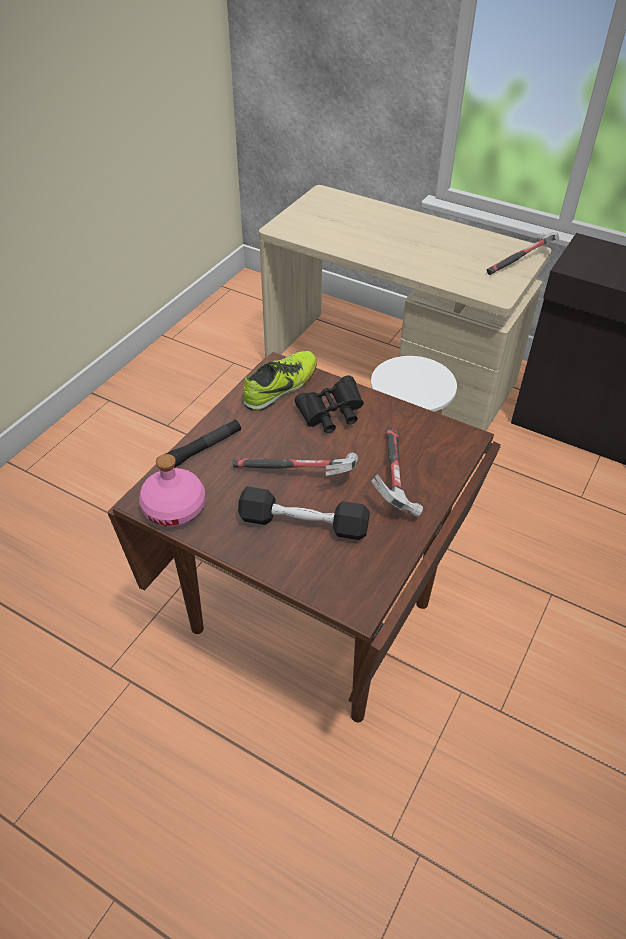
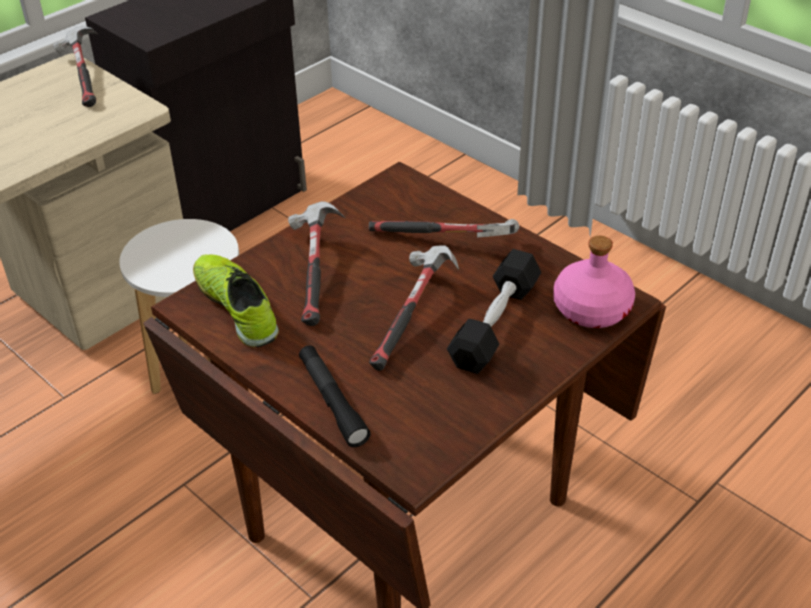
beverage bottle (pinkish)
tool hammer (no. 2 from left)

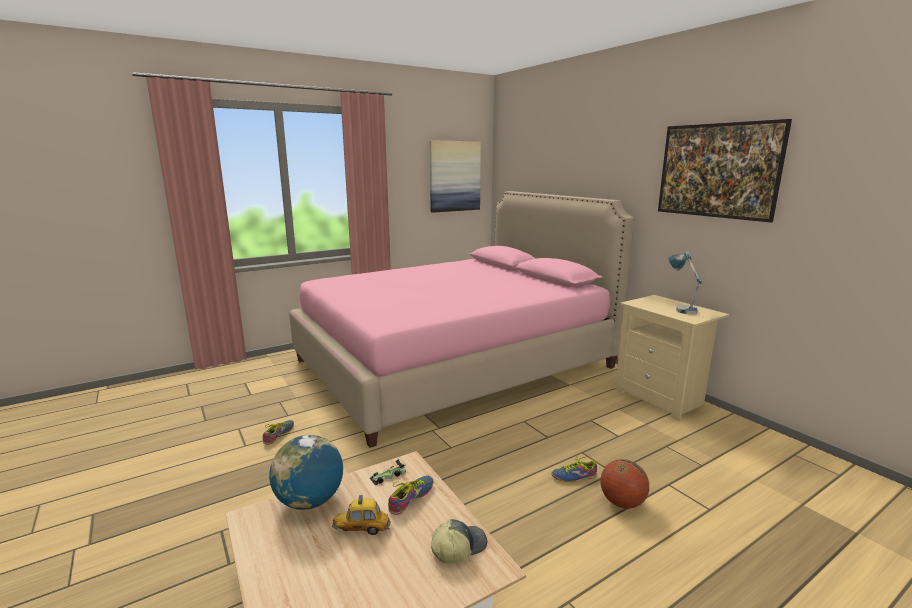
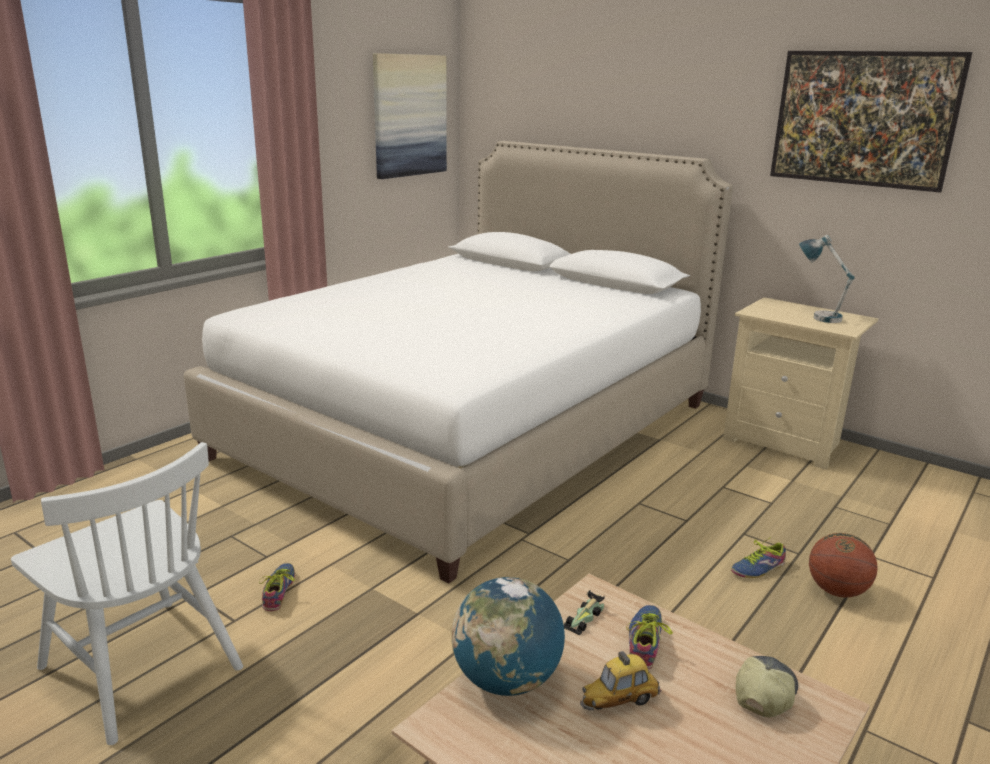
bed (white-coloured)
upright chair (white-coloured)

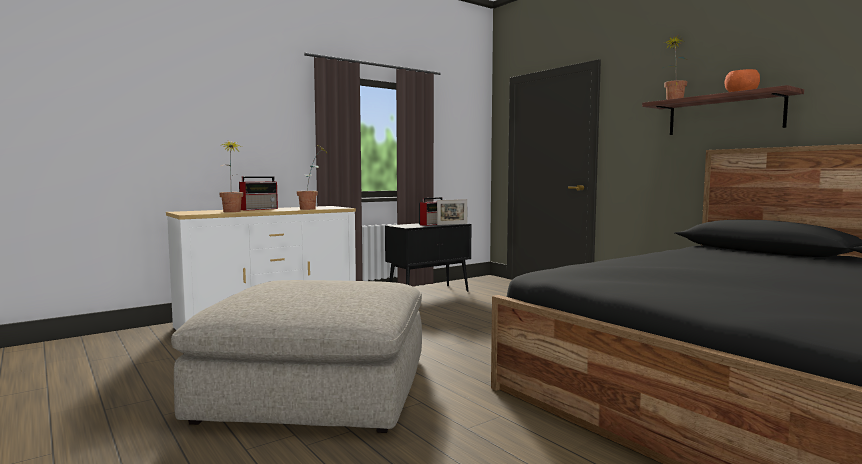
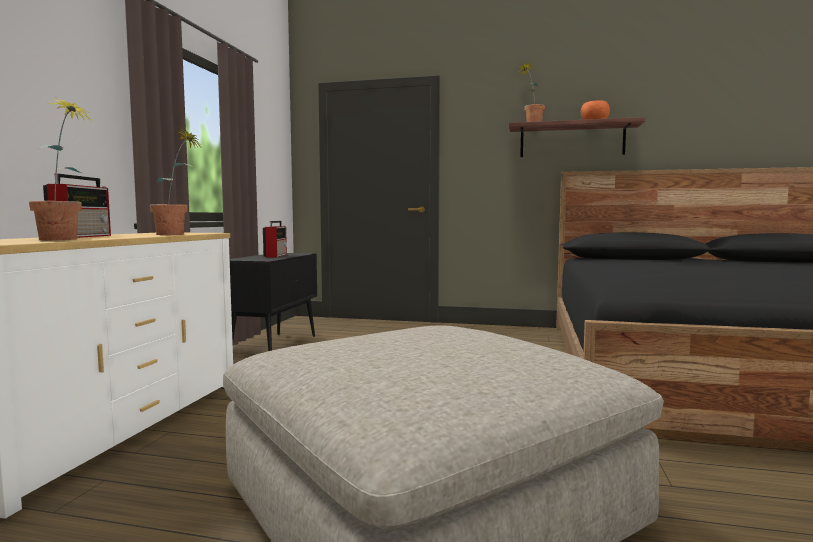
photo frame

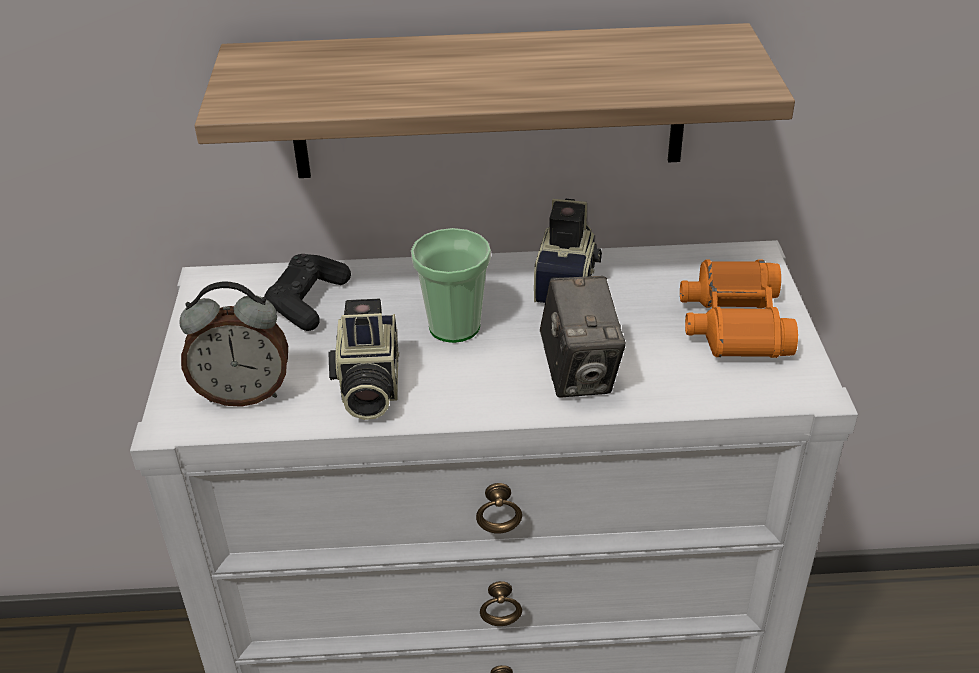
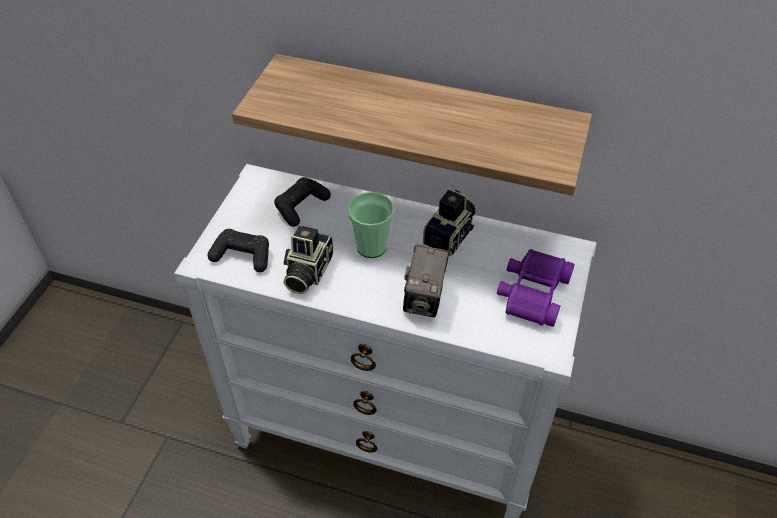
game controller (blackish) (no. 1 from left)
pair of binoculars (purple-coloured)

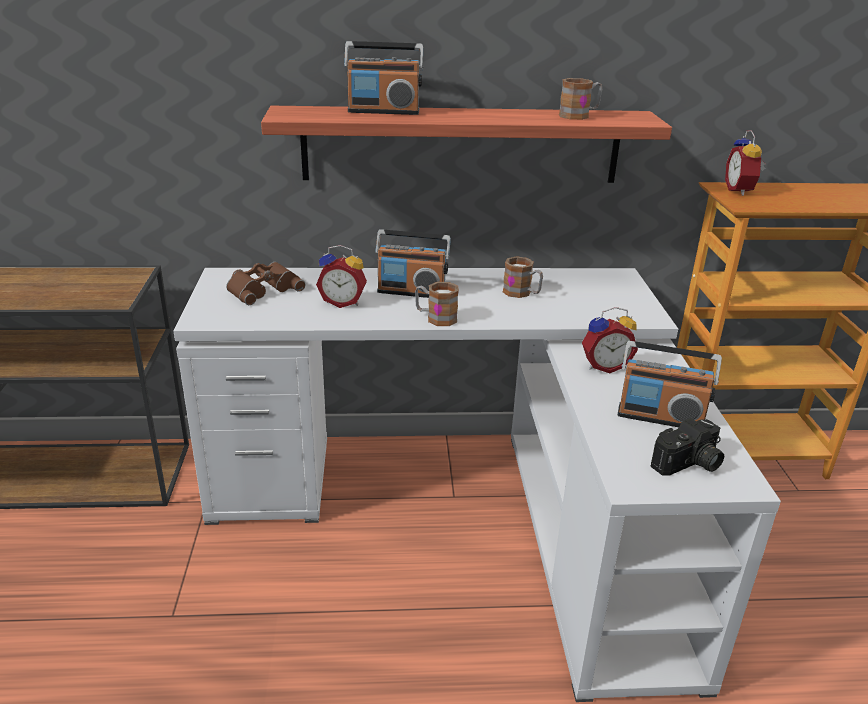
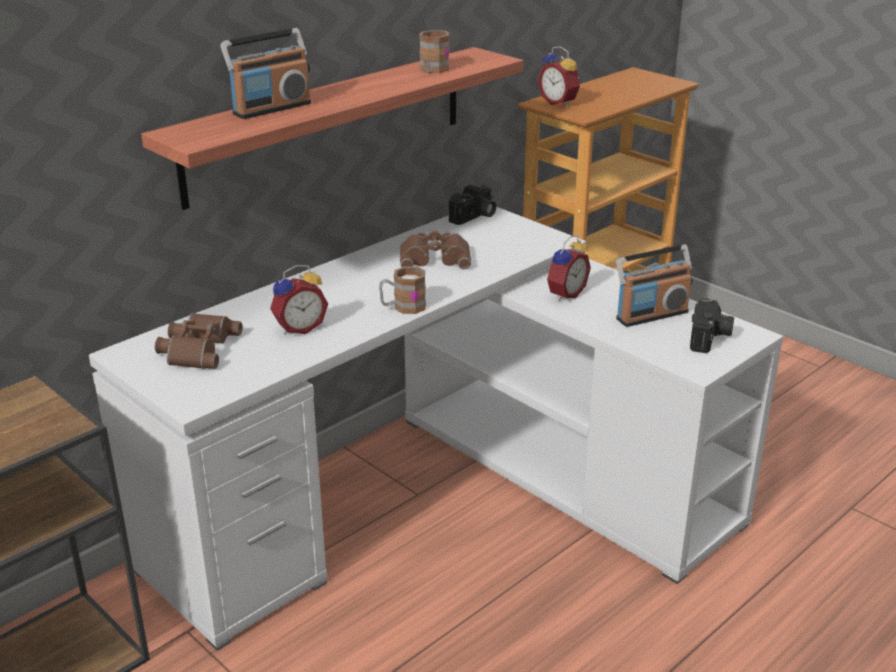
radio set (no. 2 from left in the first image)
pair of binoculars (brownish) (no. 2 from left)
photo camera (no. 1 from left)

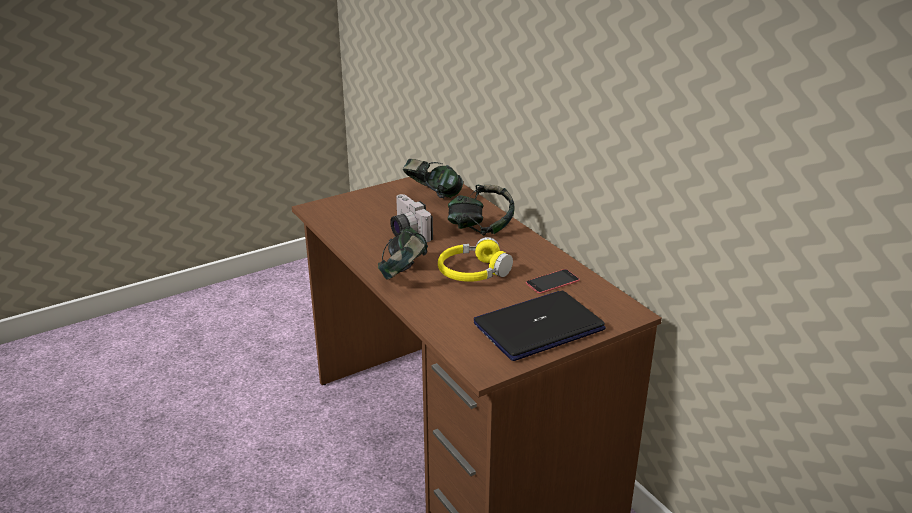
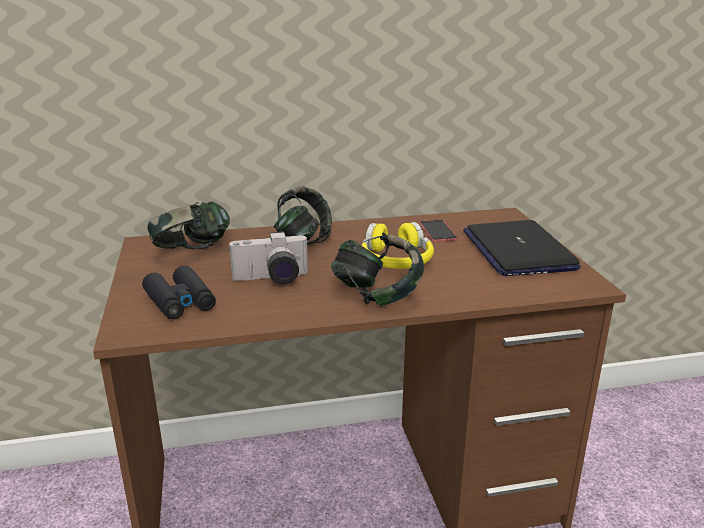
pair of binoculars (blackish)

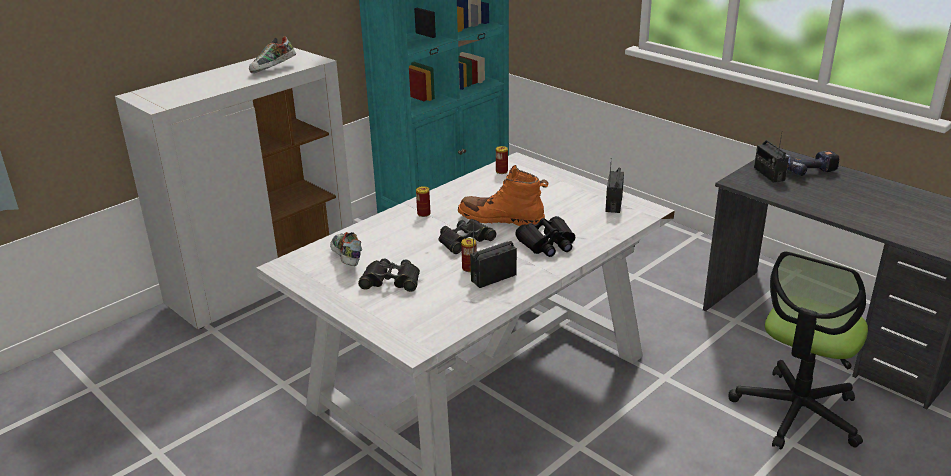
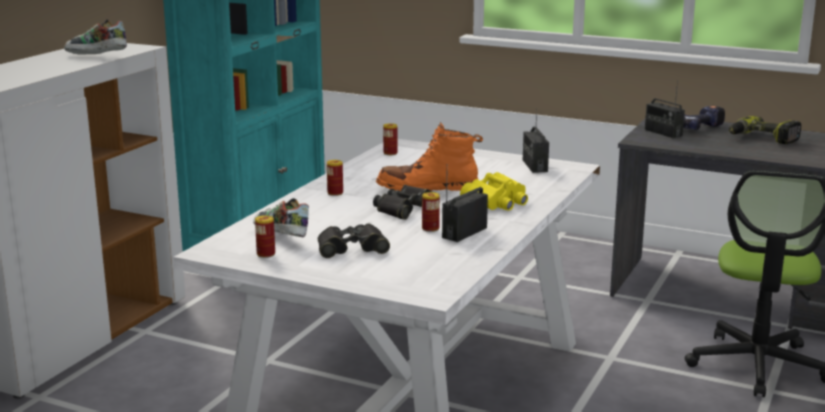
item of footwear (no. 1 from left)
pair of binoculars (yellowish)
can (no. 1 from left)
drill (no. 2 from left)

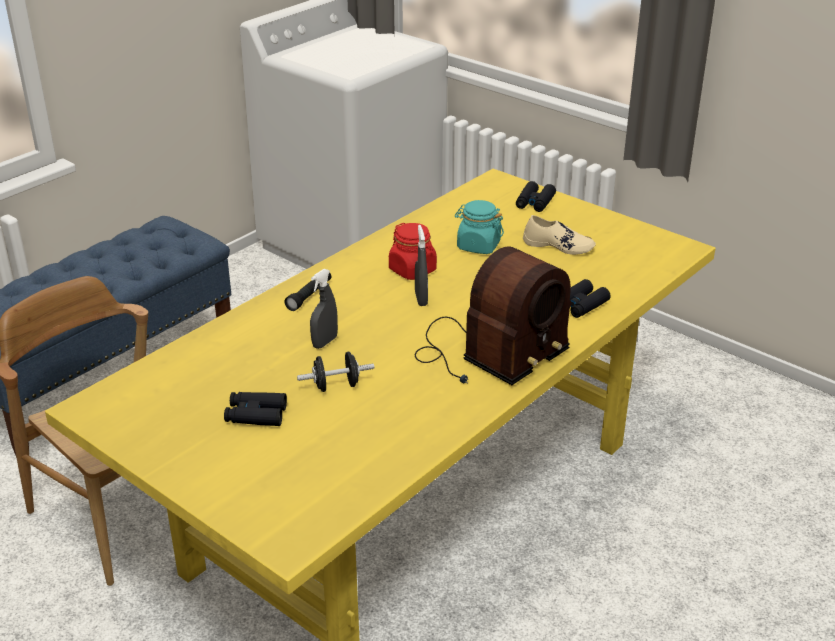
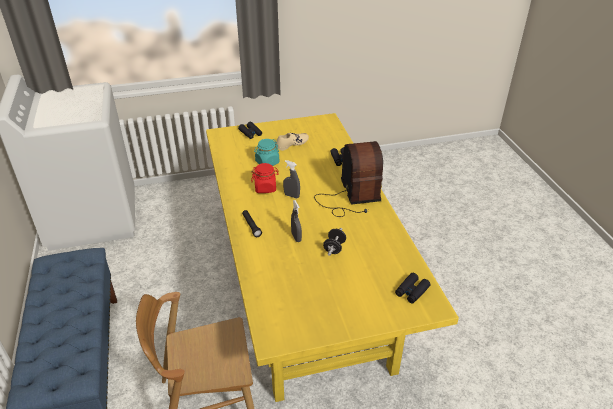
pair of binoculars (blackish) (no. 3 from left)

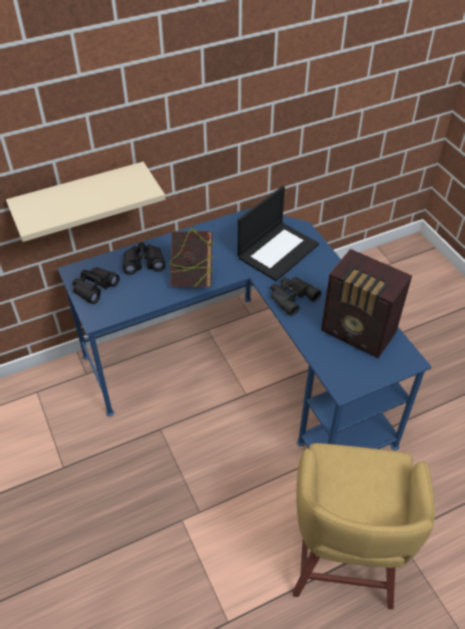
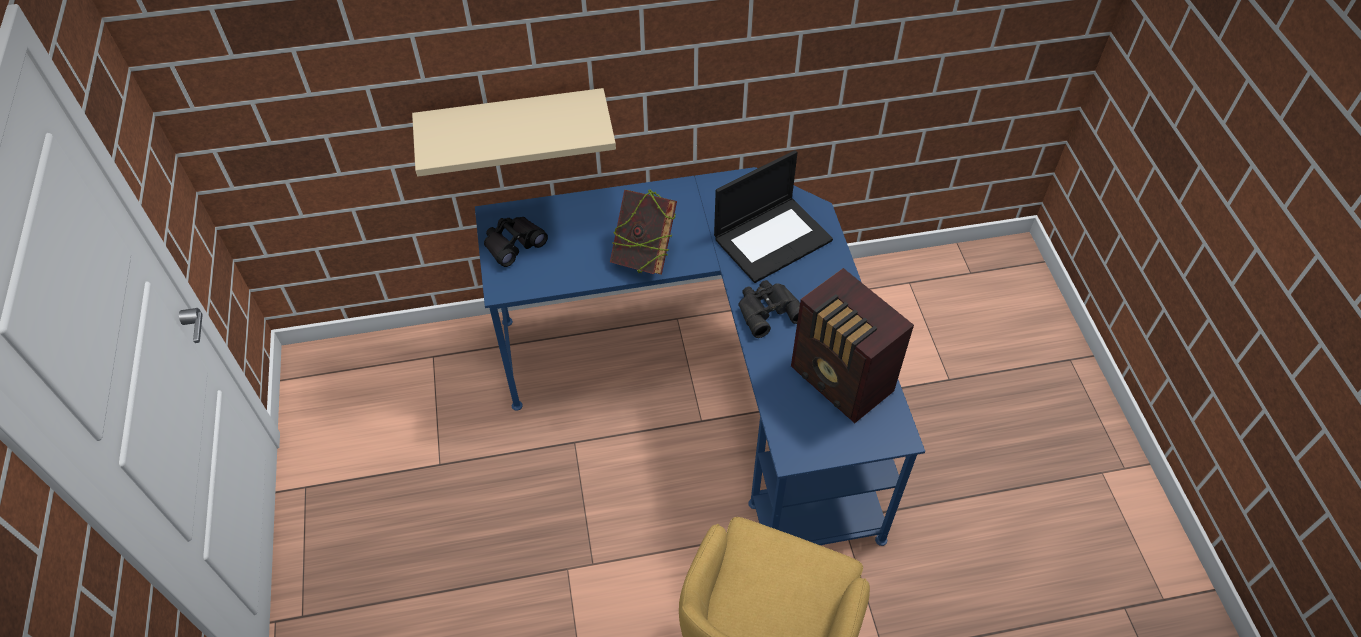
pair of binoculars (blackish) (no. 2 from left in the first image)

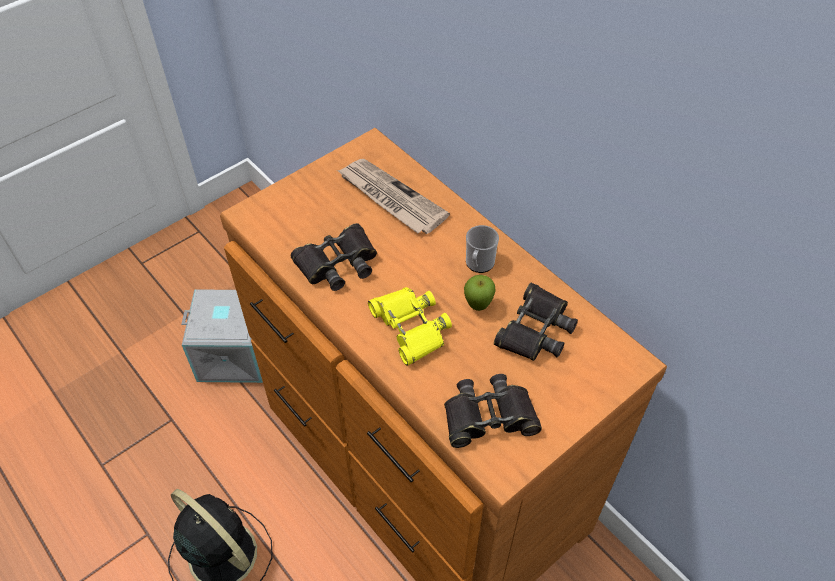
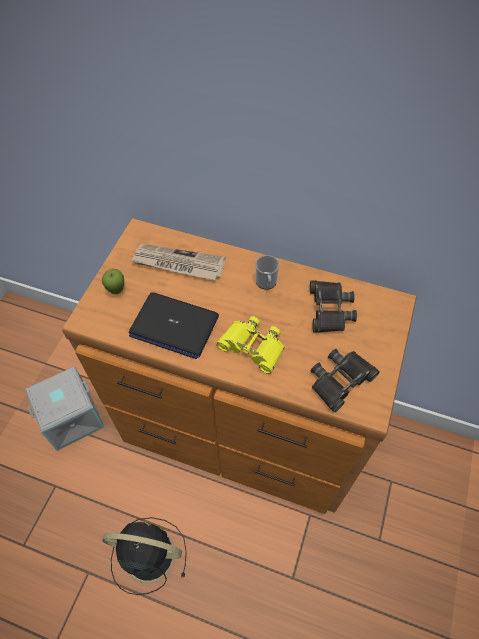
portable computer
apple fruit

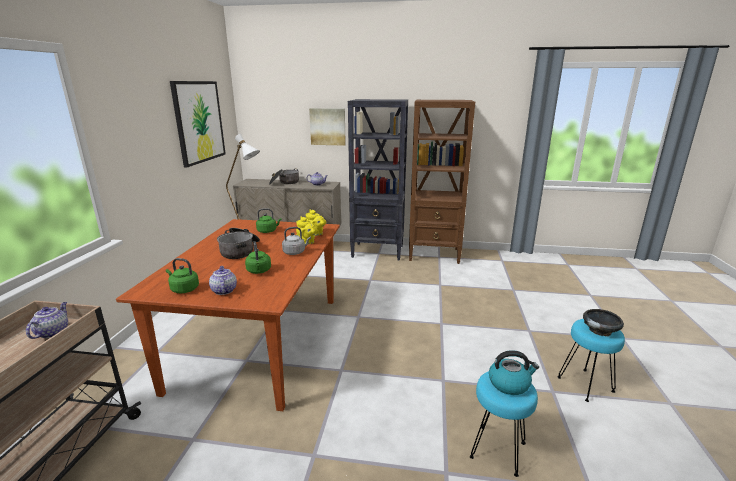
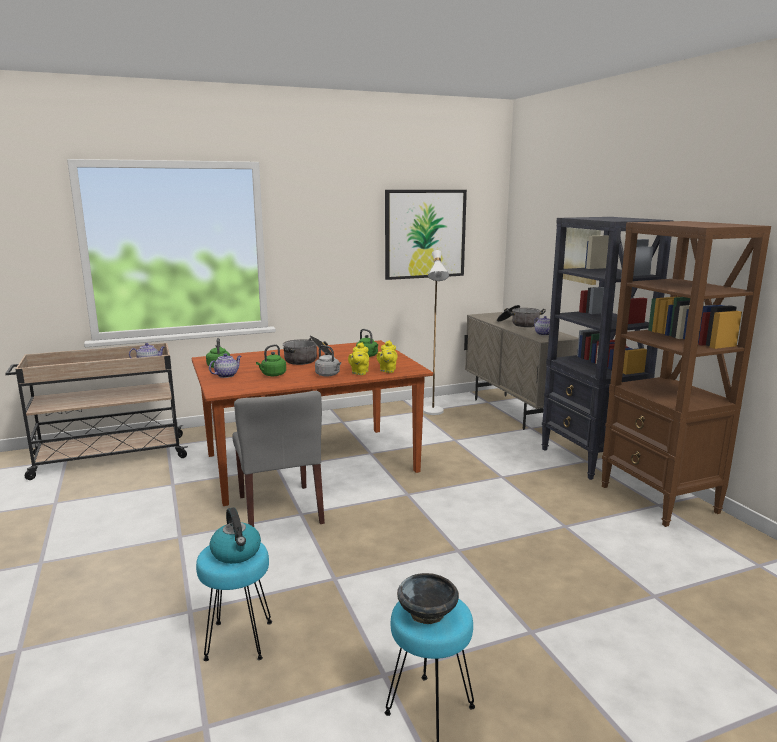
upright chair (greyish)

